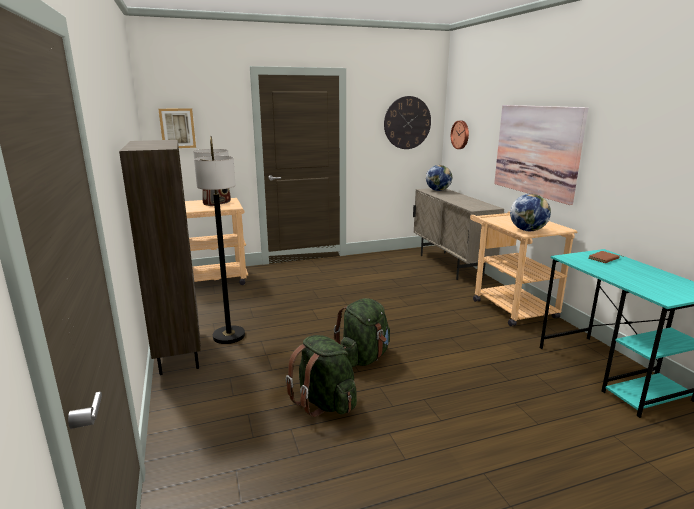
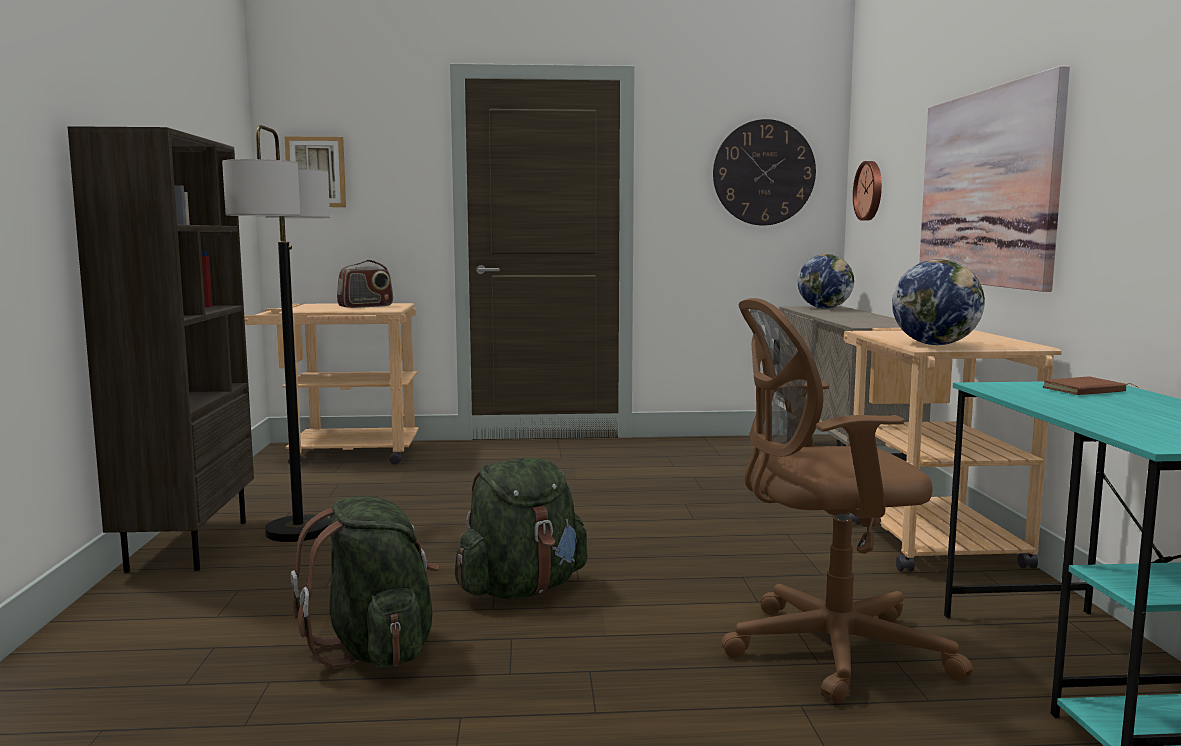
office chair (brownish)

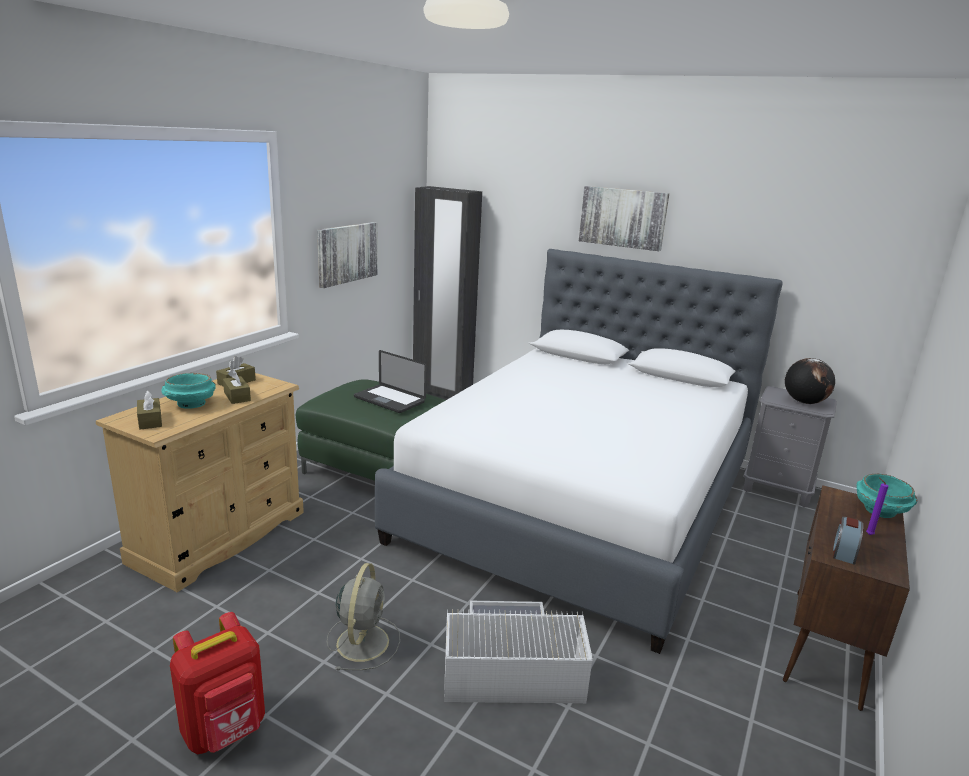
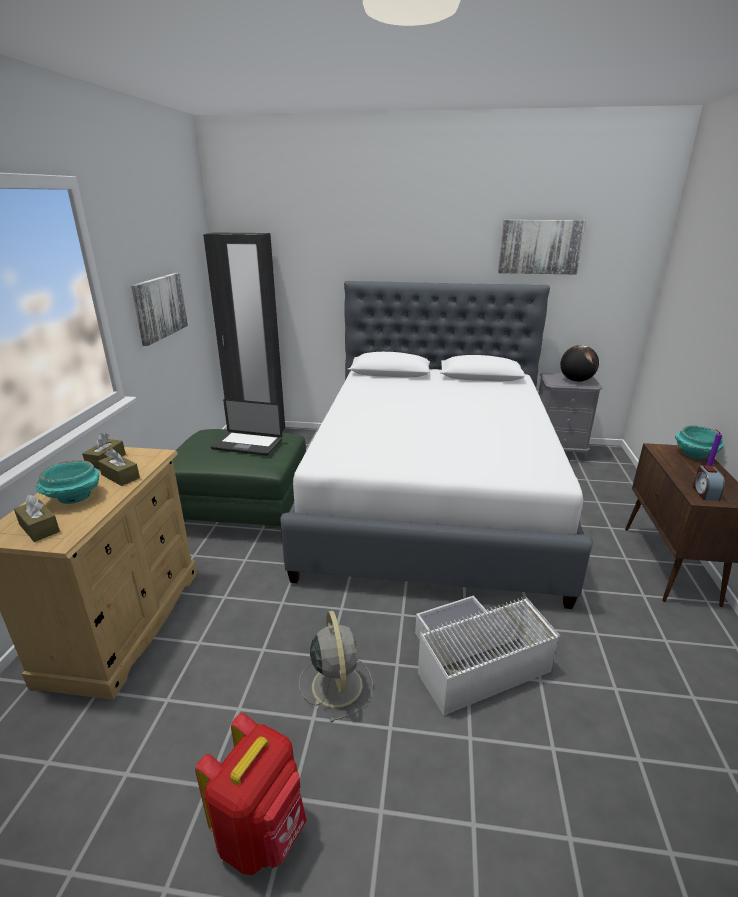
wall art (no. 2 from left)

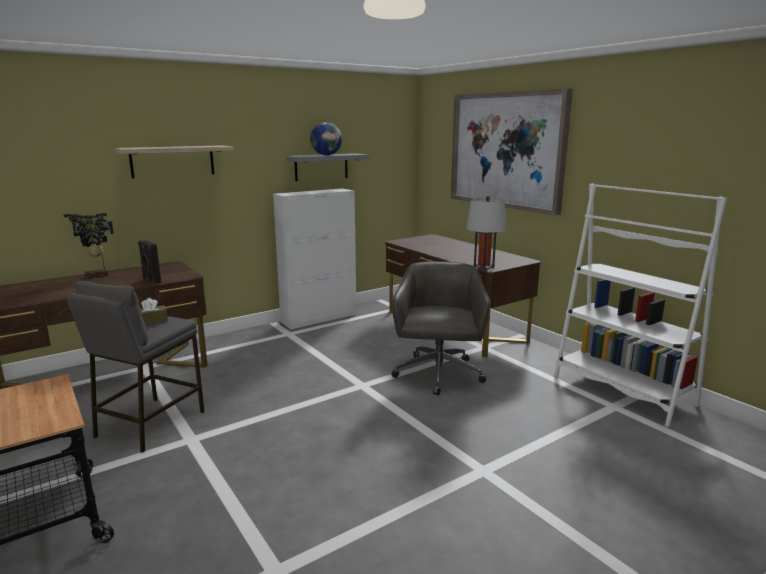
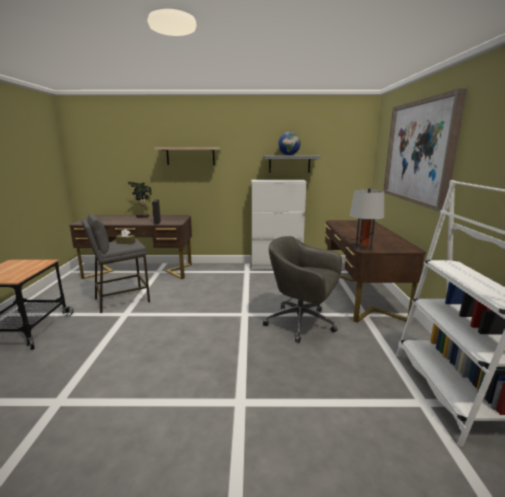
office chair (greyish)

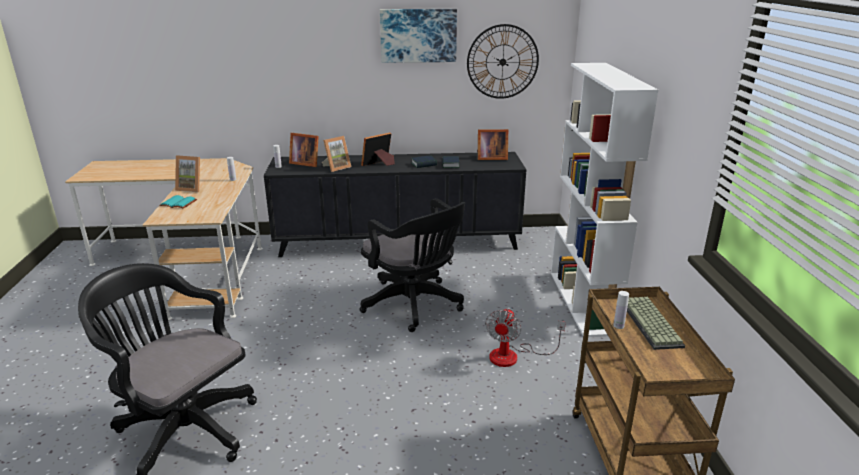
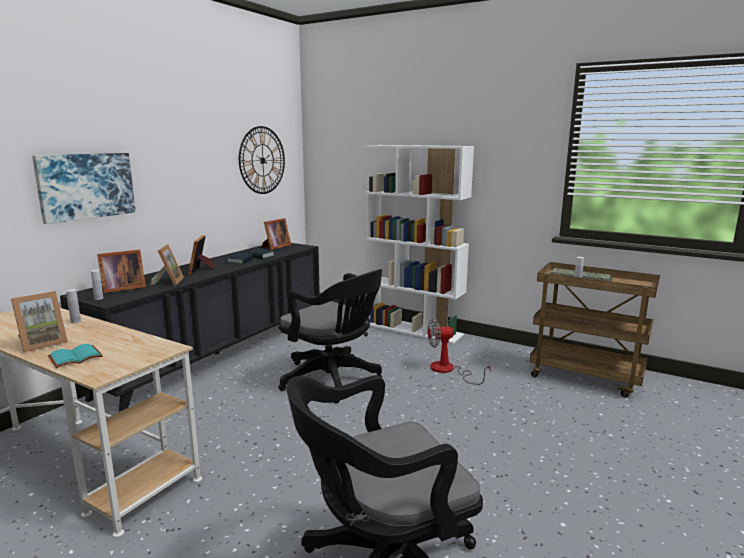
office chair (blackish) (no. 1 from left)
wall art
cooling fan

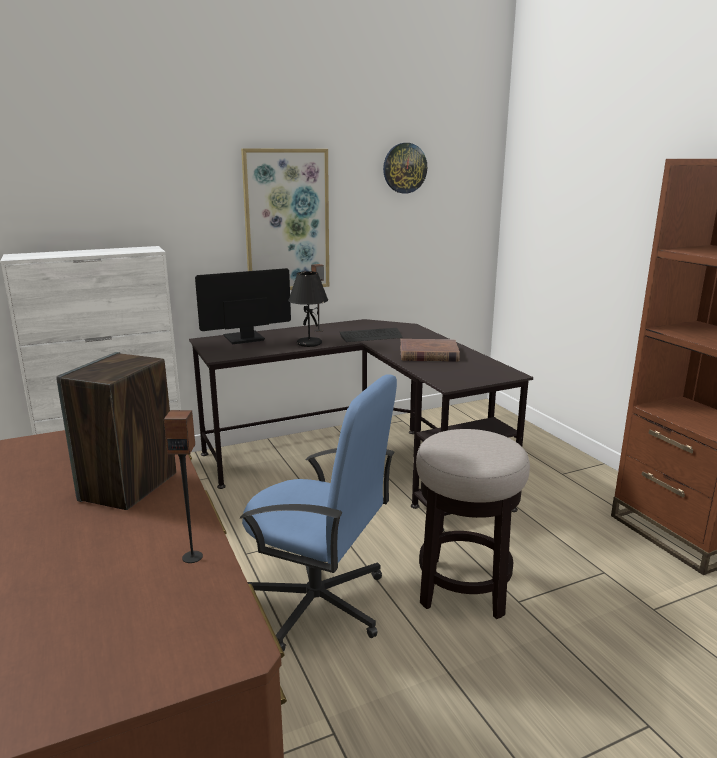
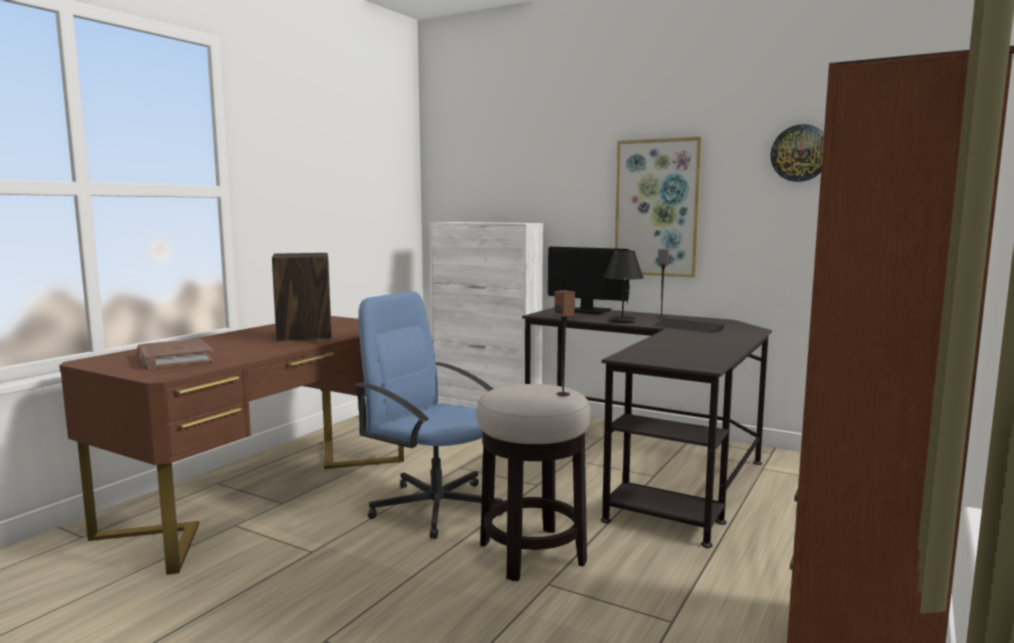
speaker (no. 2 from left)
office chair (blue-coloured)
bound book (brownish)

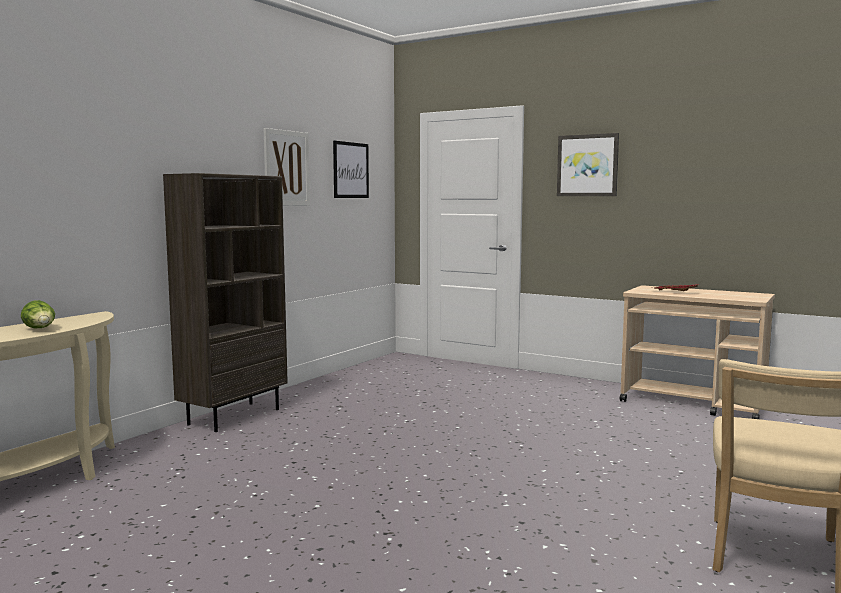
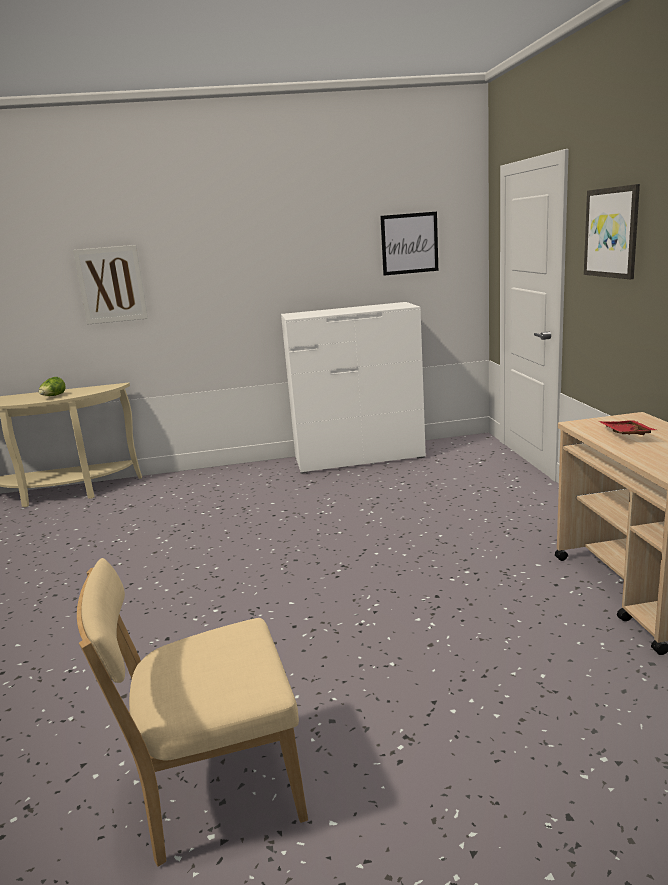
bookcase (brownish)
wall art (no. 1 from left)
dresser (white-coloured)

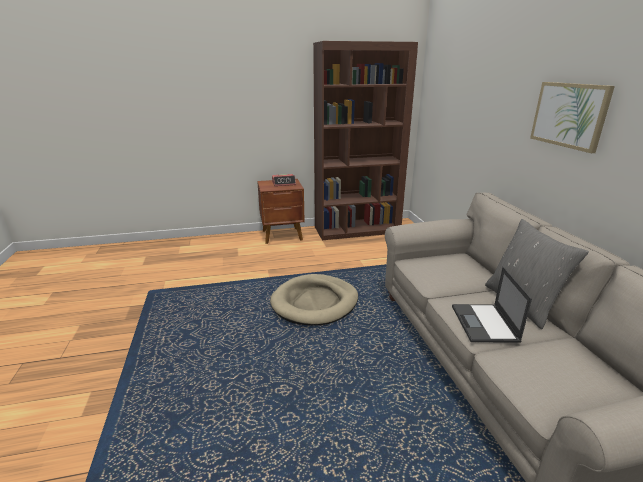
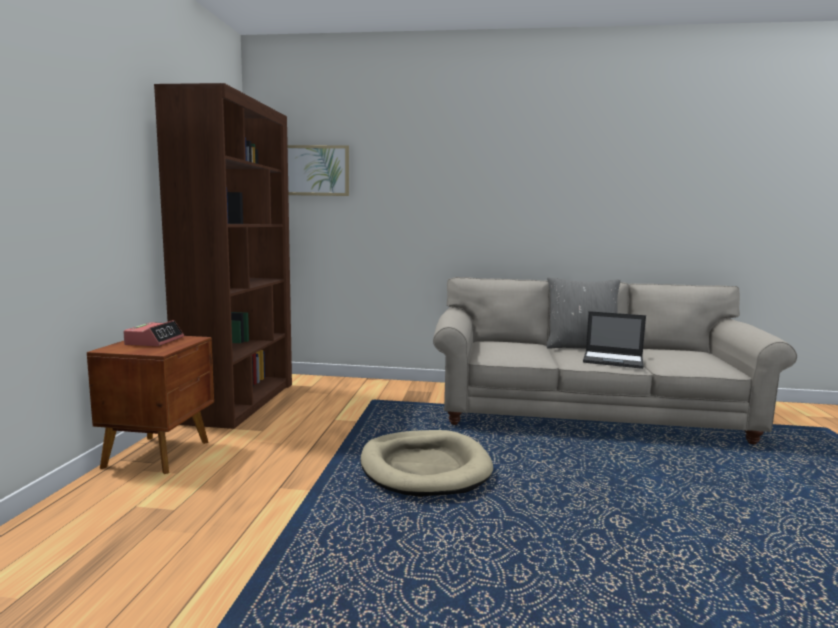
wall art

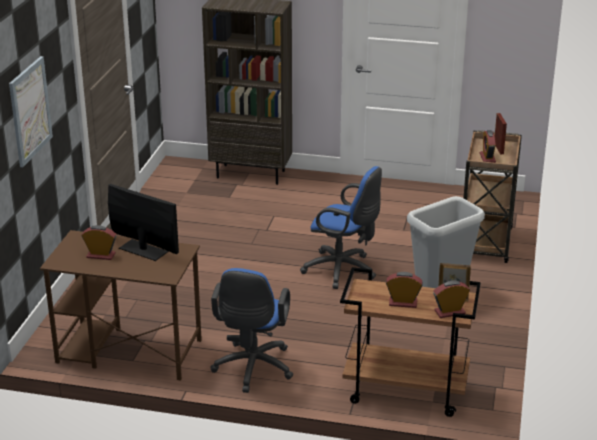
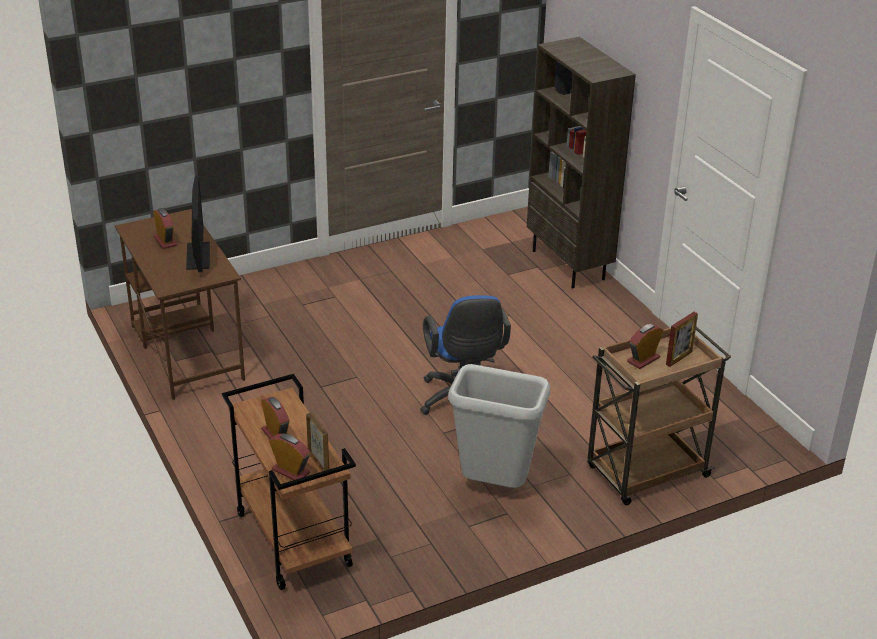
wall art
office chair (blue-coloured) (no. 1 from left in the first image)

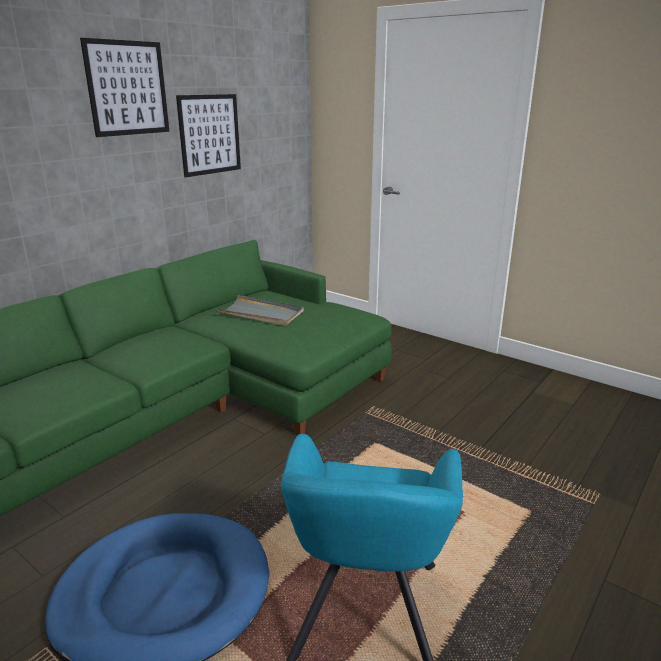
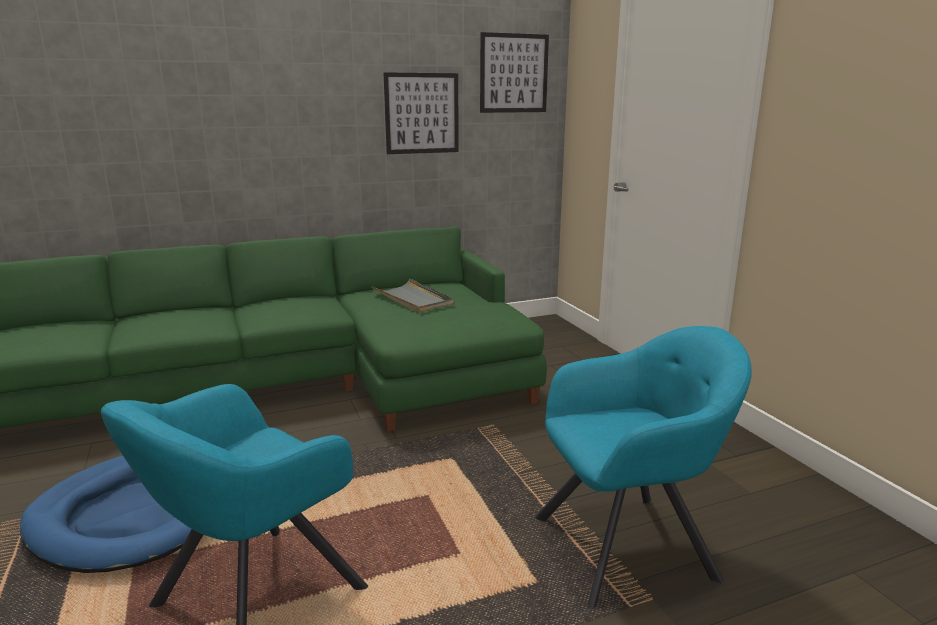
wall art (no. 2 from left)
lounge chair (turquoise) (no. 2 from left)

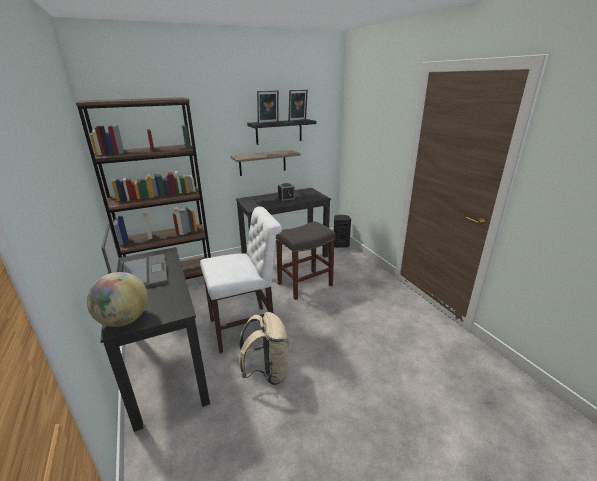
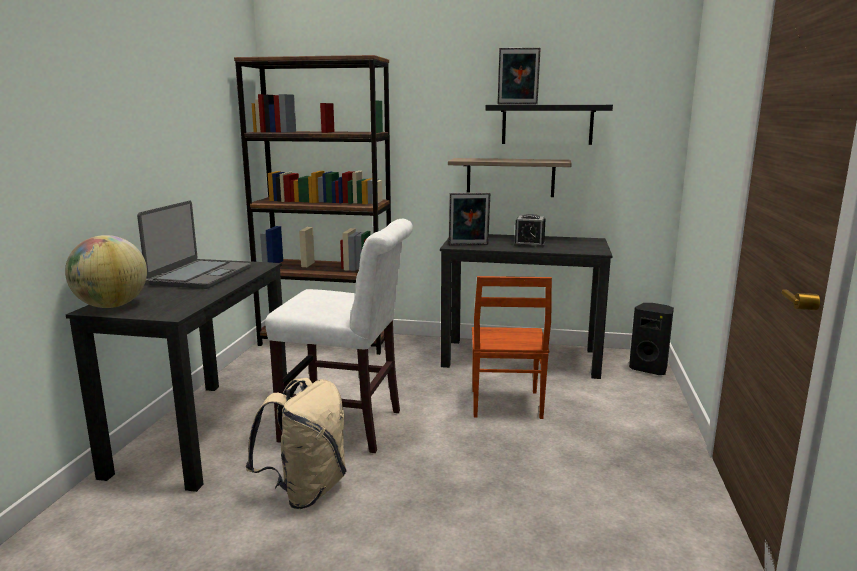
upright chair (brownish)
photo frame (no. 1 from left)

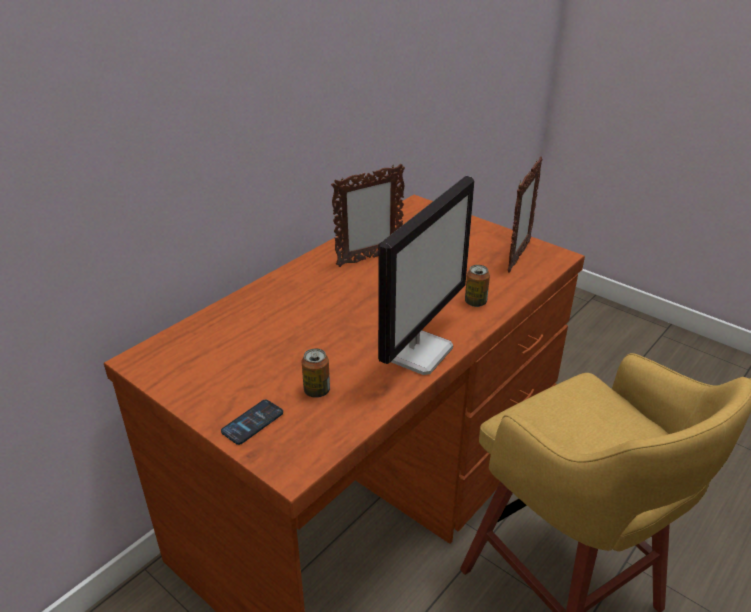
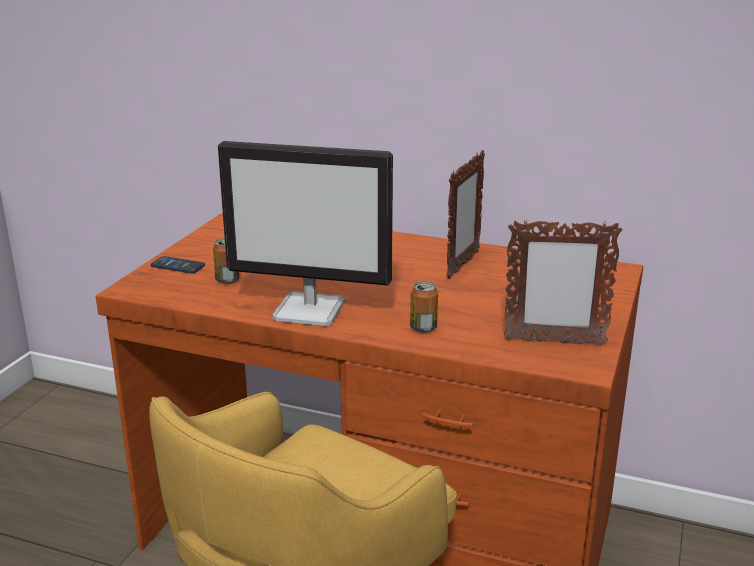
photo frame (no. 1 from left)

